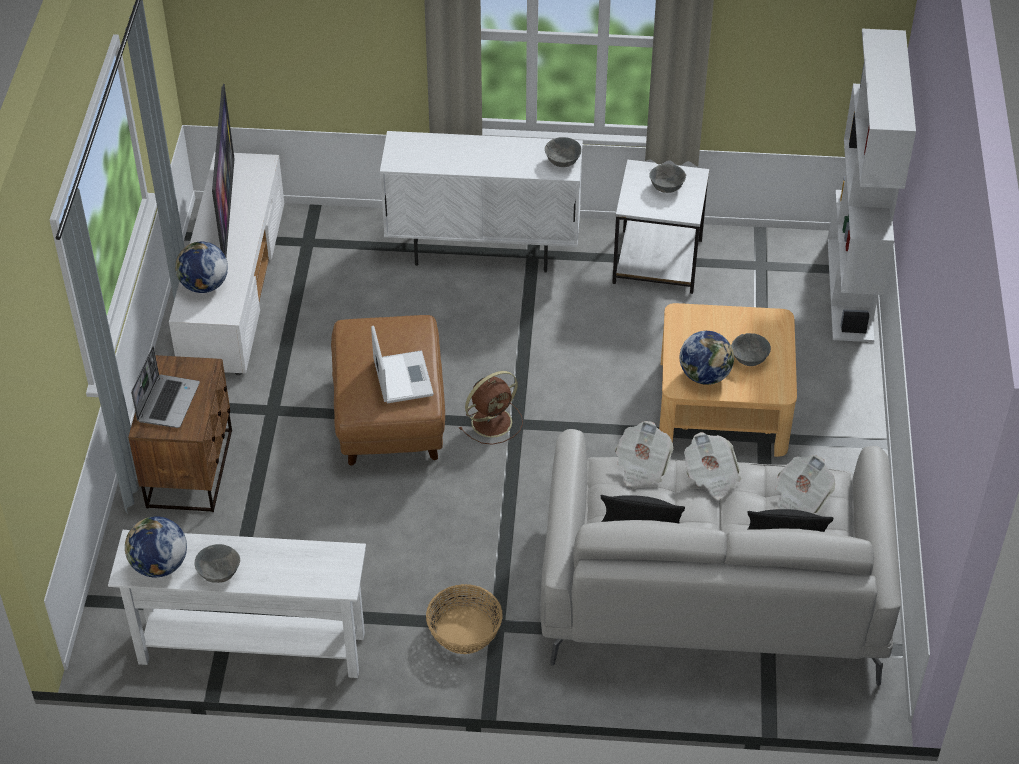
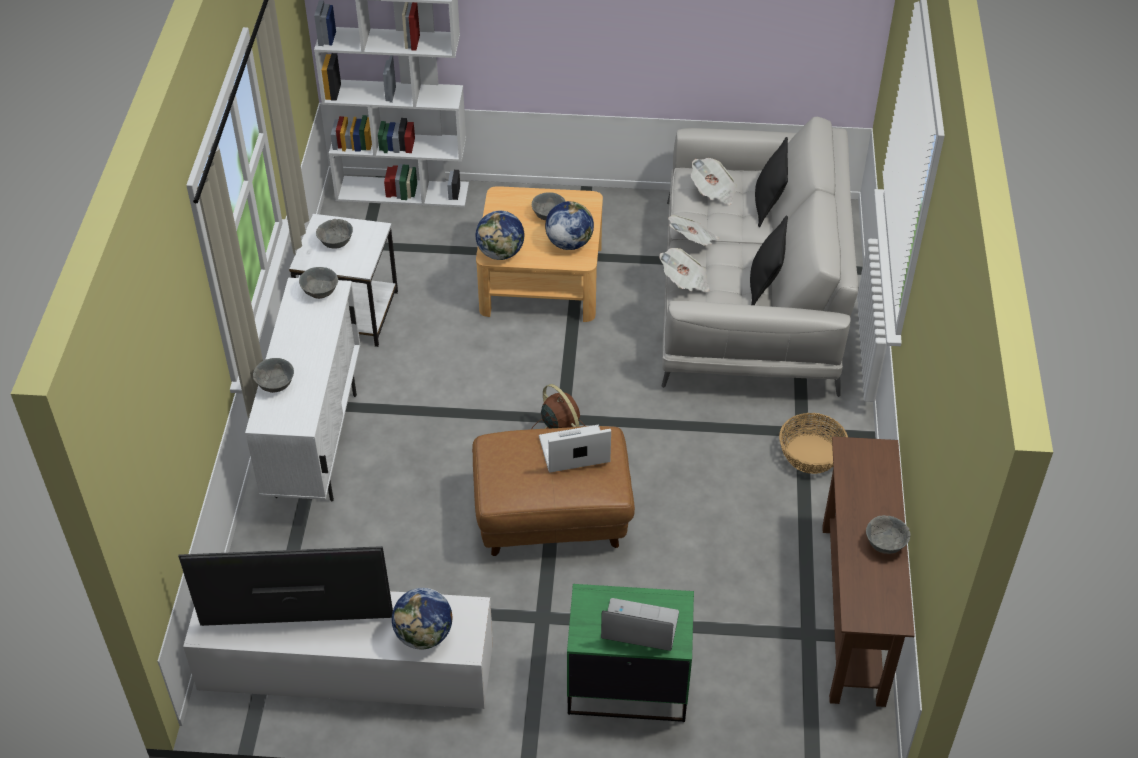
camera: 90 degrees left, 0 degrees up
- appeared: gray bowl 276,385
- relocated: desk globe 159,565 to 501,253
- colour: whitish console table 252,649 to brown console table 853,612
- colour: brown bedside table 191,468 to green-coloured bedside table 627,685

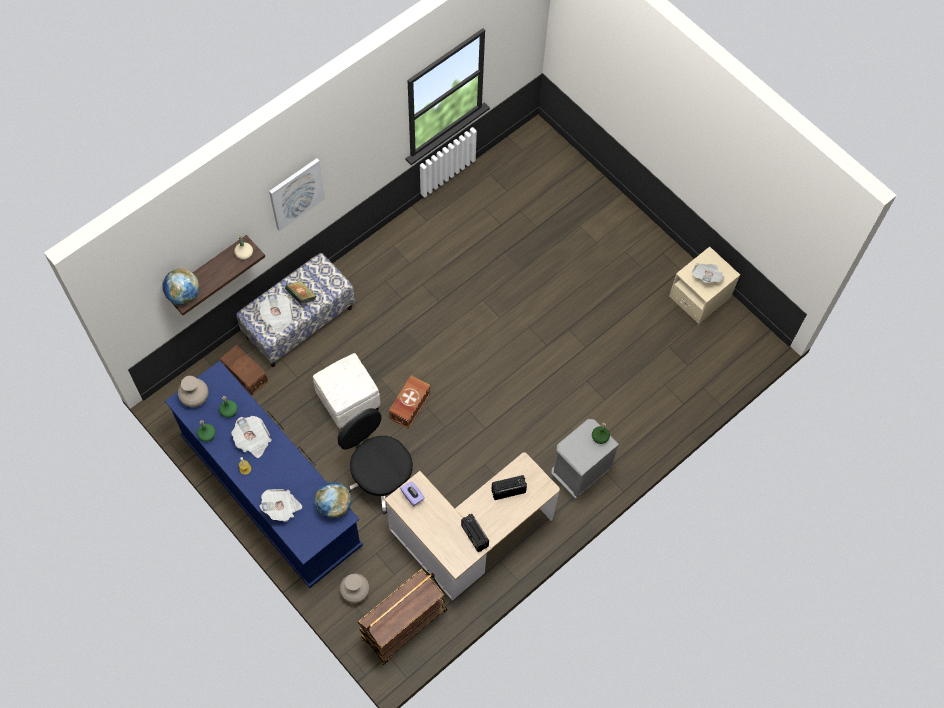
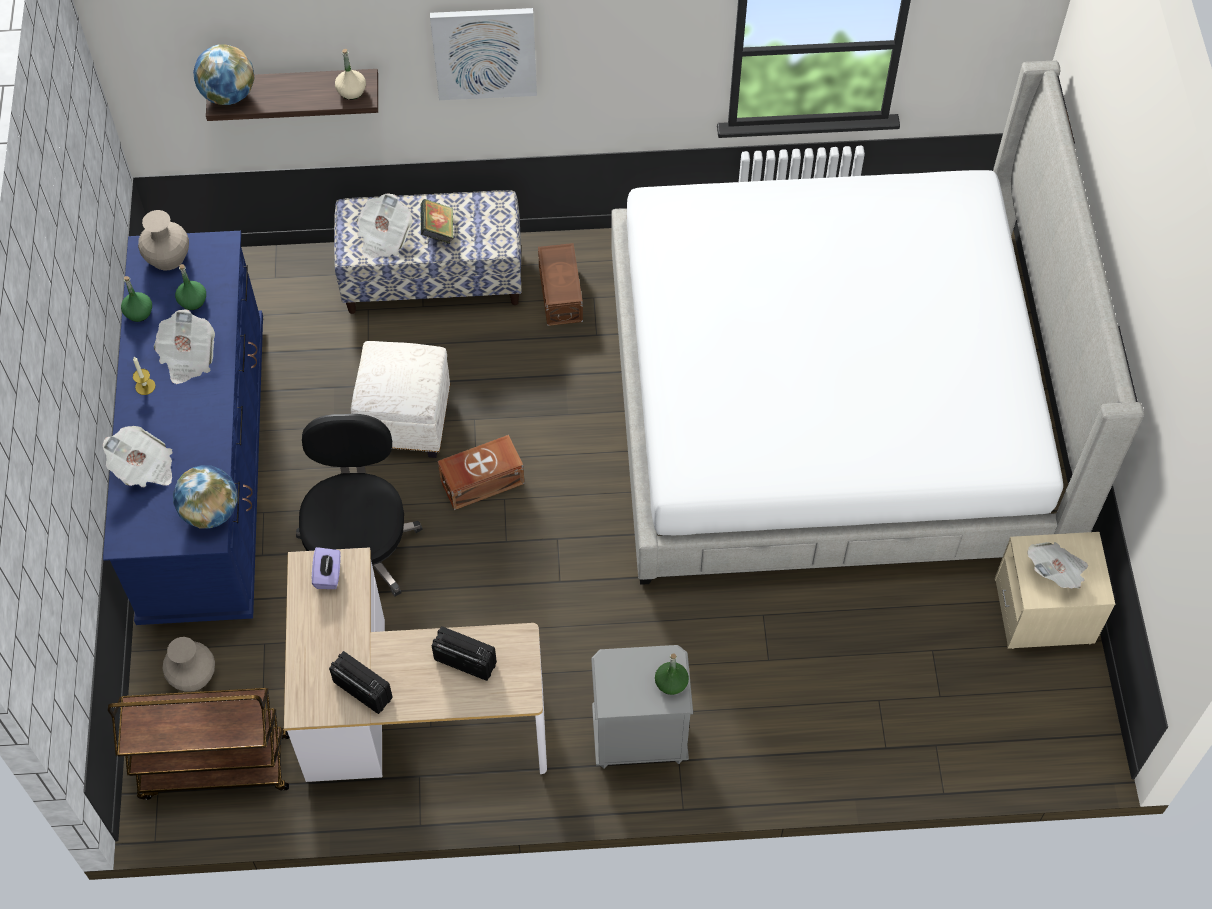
camera: 40 degrees right, 5 degrees down
- appeared: sleeping bed 833,402
- relocated: brown storage bin 245,373 to 561,293
- spun: radio receiver 474,536 = 362,690 120 degrees clockwise

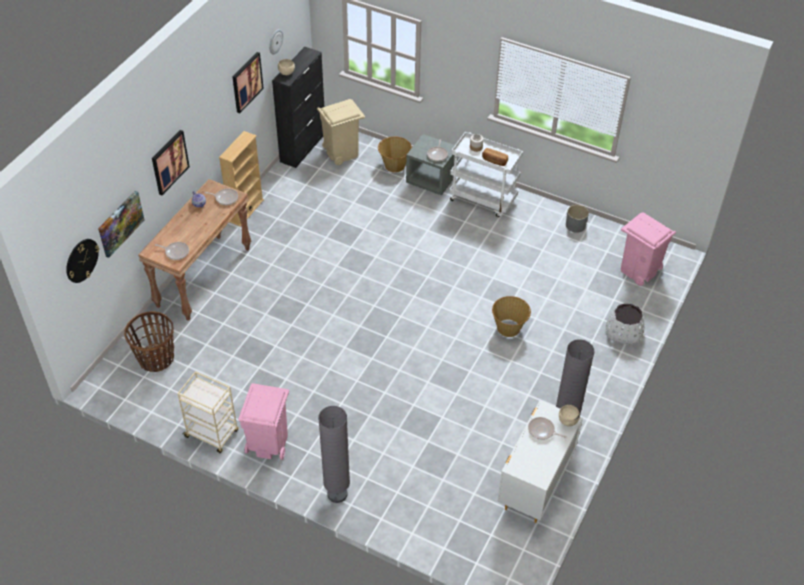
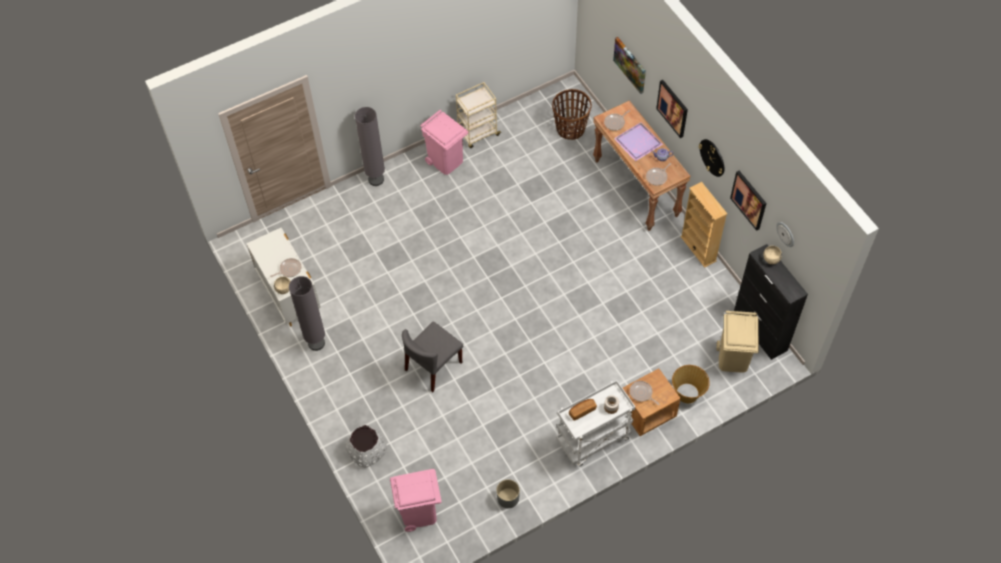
camera: 125 degrees right, 10 degrees up
- appeared: purple-coloured carrying tray 637,142
- relocated: hanging clock 81,260 to 712,157
- exchanged: household basket 509,328 to gray chair 433,366
- colour: gray bedside table 431,180 to brown bedside table 647,412

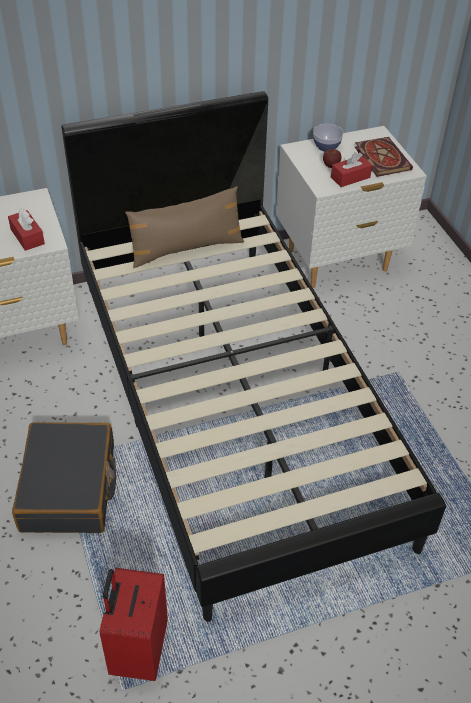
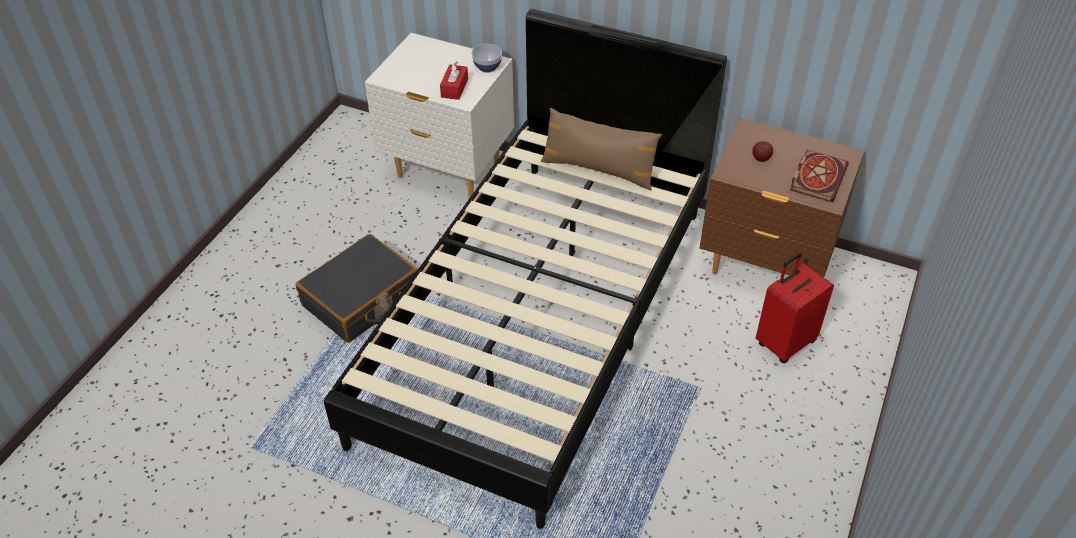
camera: 45 degrees right, 0 degrees up
- missing: red tissue holder 350,177
- relocated: red suitcase 137,650 to 784,342
- relocated: bowl 326,147 to 487,67
- colour: whitish bedside table 338,261 to brown bedside table 765,265

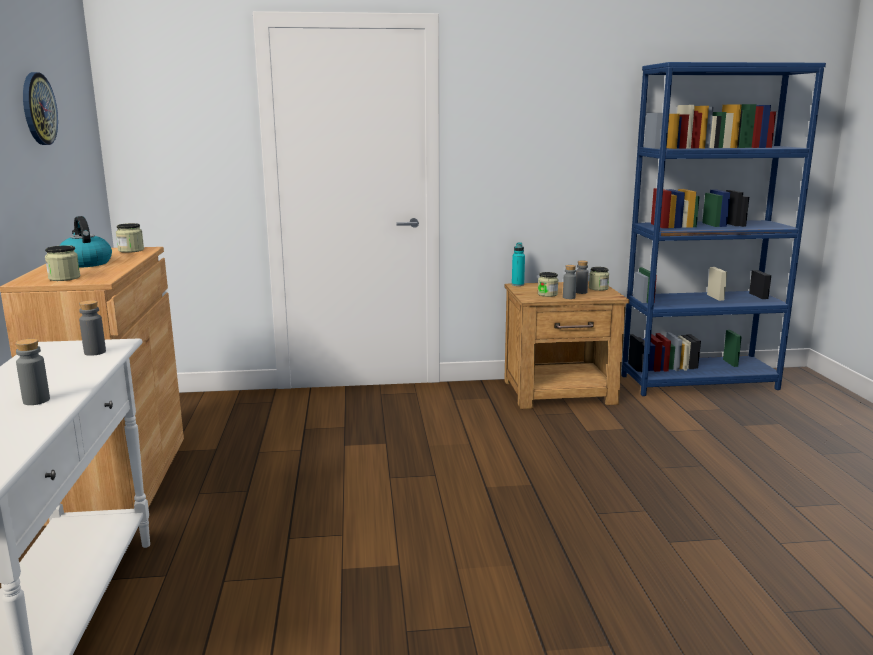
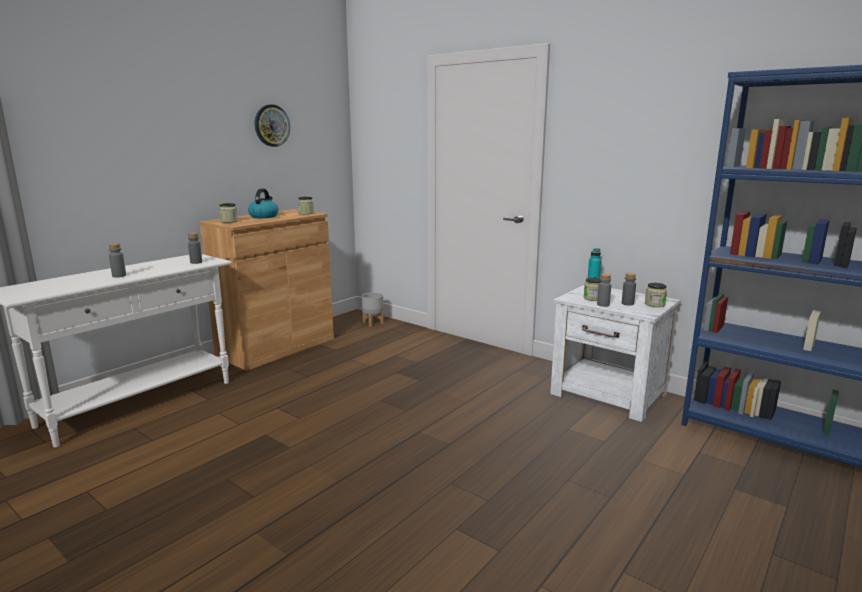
camera: 45 degrees right, 0 degrees up
- appeared: gray plant pot 373,323
- colour: brown bedside table 561,393 to whitish bedside table 609,395

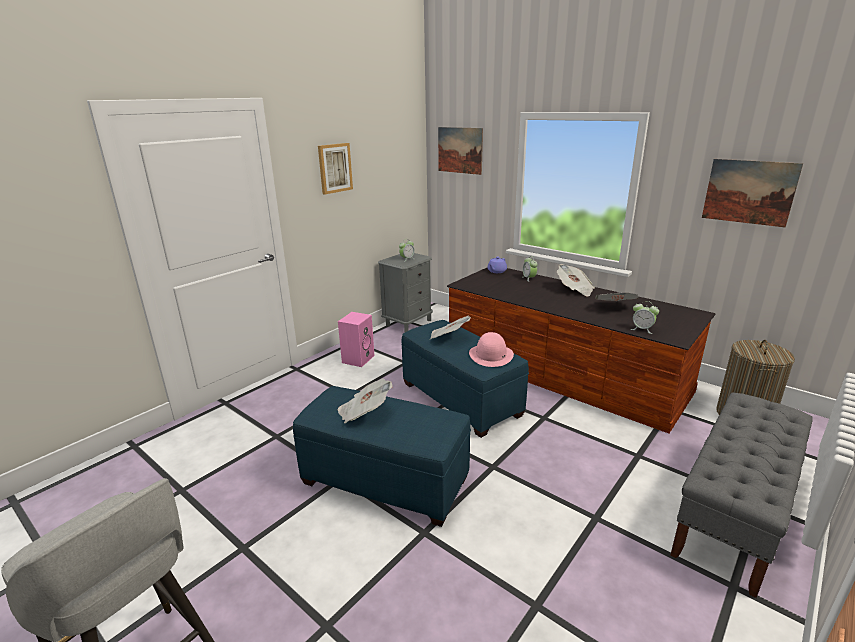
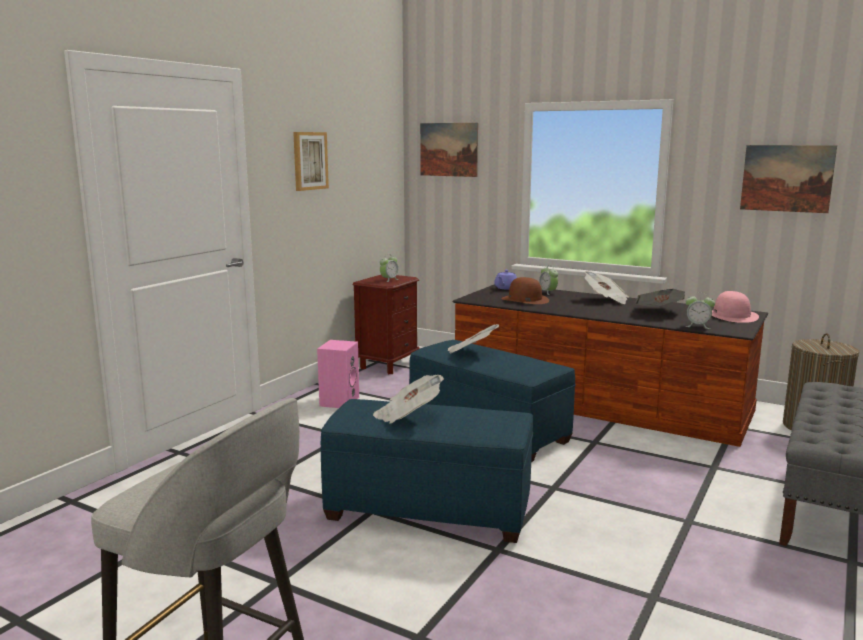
camera: 10 degrees left, 10 degrees down
- appeared: brown clothing hat 524,299
- relocated: pink-coloured clothing hat 491,355 to 731,316
- colour: gray bedside table 408,322 to brown bedside table 388,364

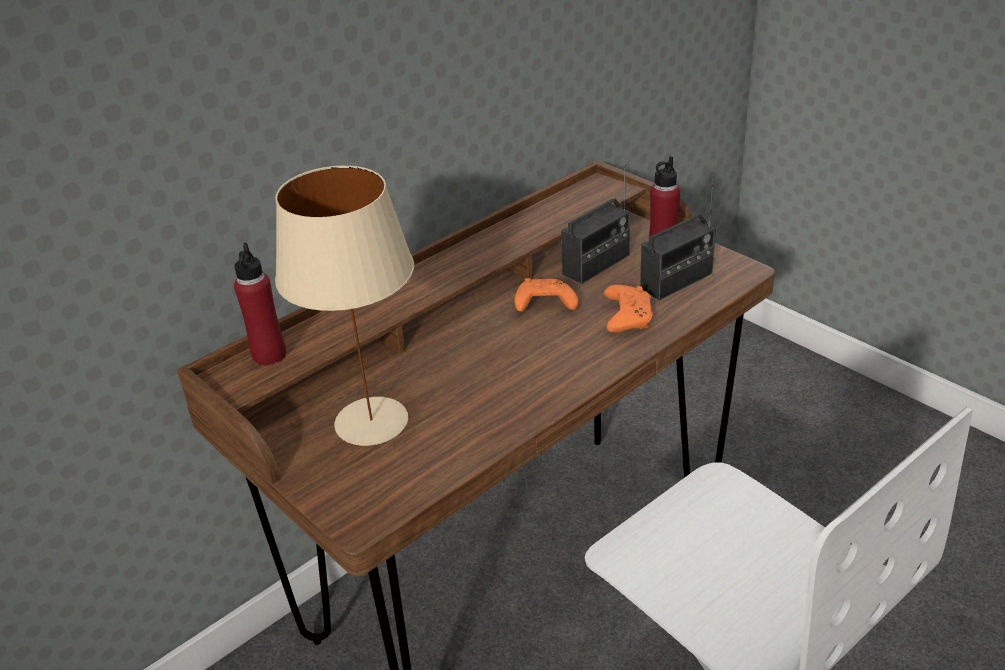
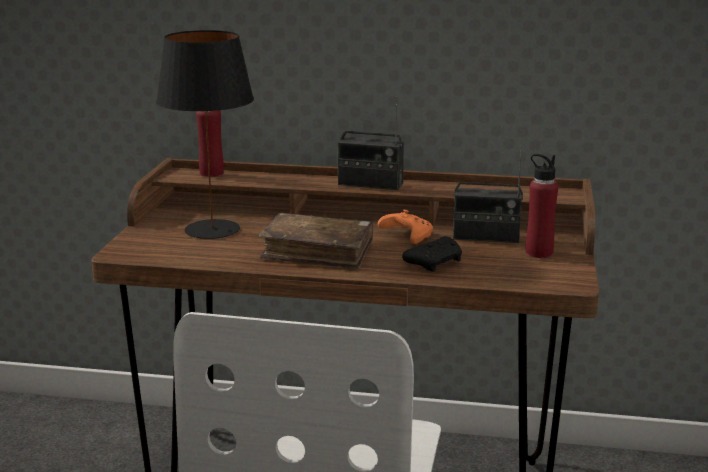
camera: 50 degrees right, 15 degrees down
- appeared: brown bound book 318,252
- relocated: radio receiver 676,281 to 370,184
- colour: sand-coloured lamp for a table 370,422 to blackish lamp for a table 211,229
- colour: orange-coloured gamepad 627,317 to blackish gamepad 435,262

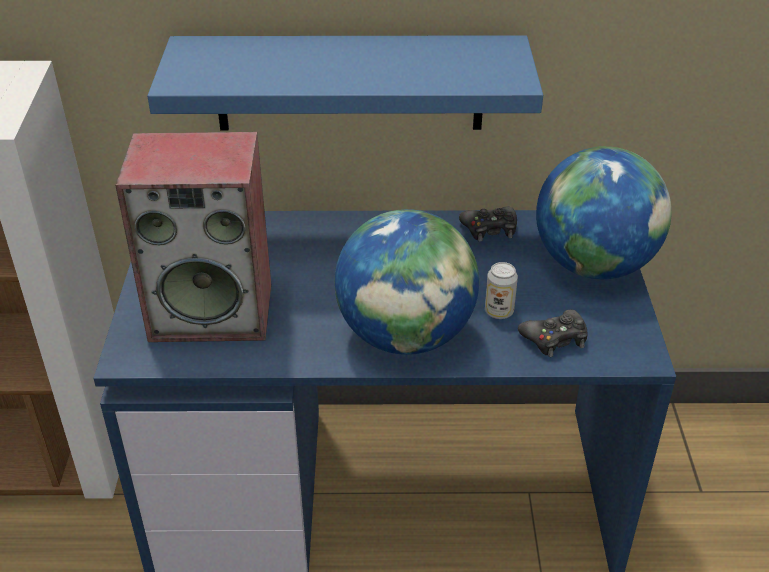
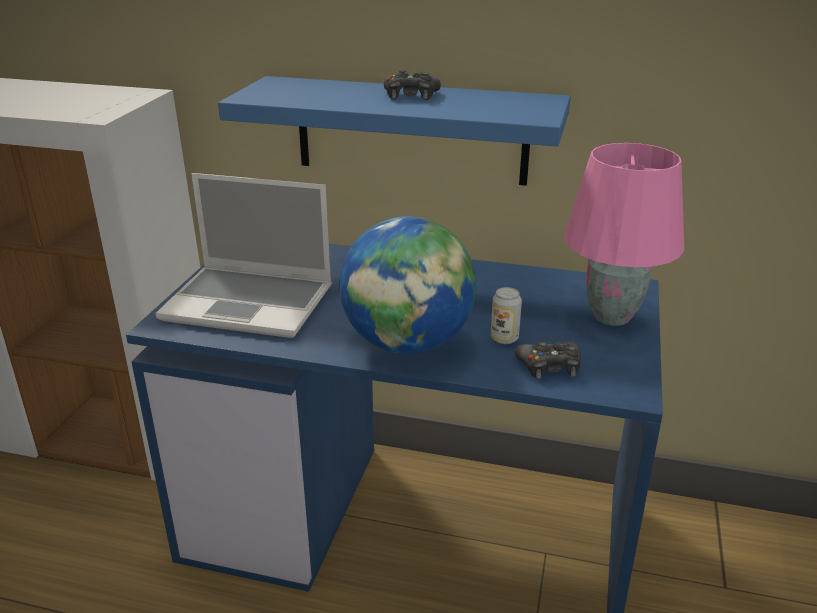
camera: 15 degrees right, 10 degrees down
- relocated: blackish gamepad 489,229 to 411,95
- exchanged: loudspeaker 214,310 to laptop 251,303
- exchanged: desk globe 593,265 to pink-coloured lamp for a table 613,316

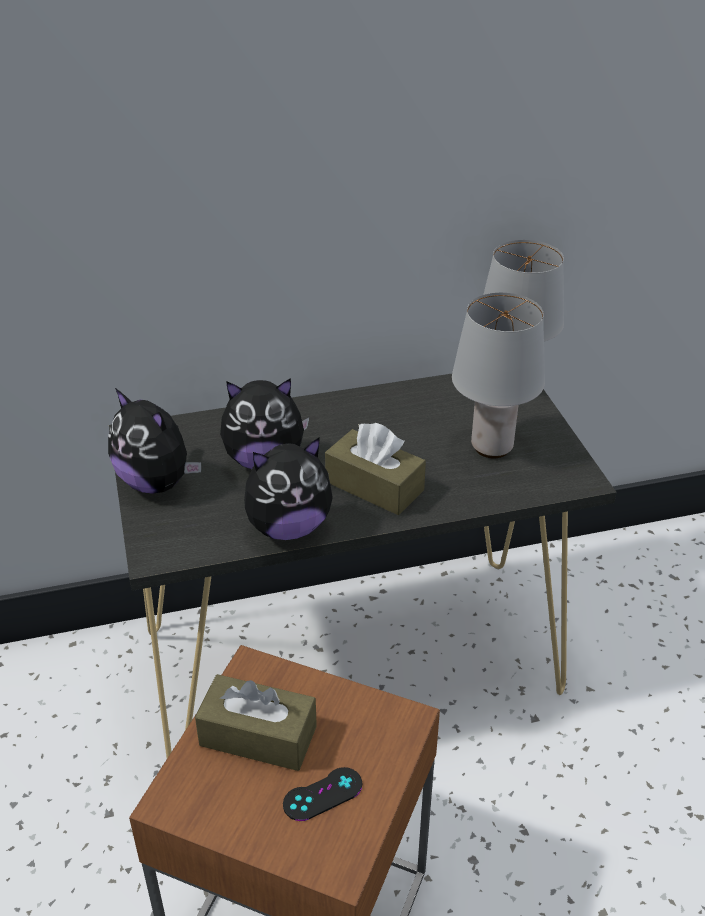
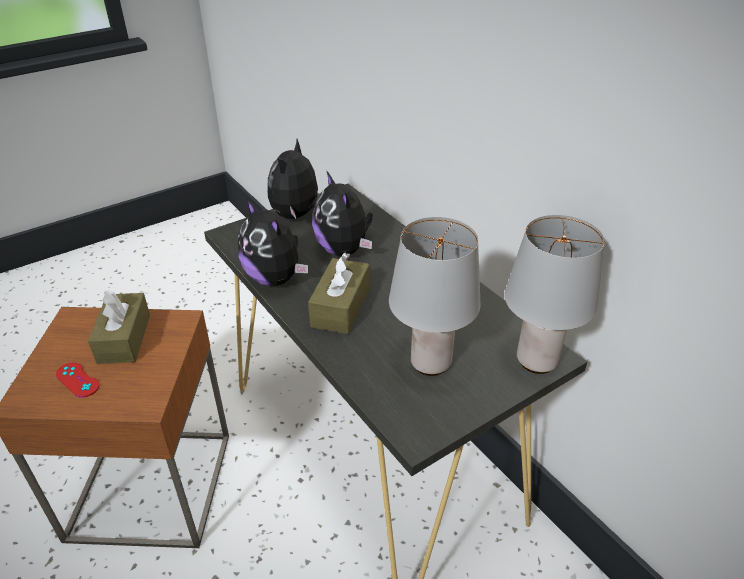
camera: 70 degrees right, 0 degrees up
- colour: blackish gamepad 322,794 to red gamepad 77,380

